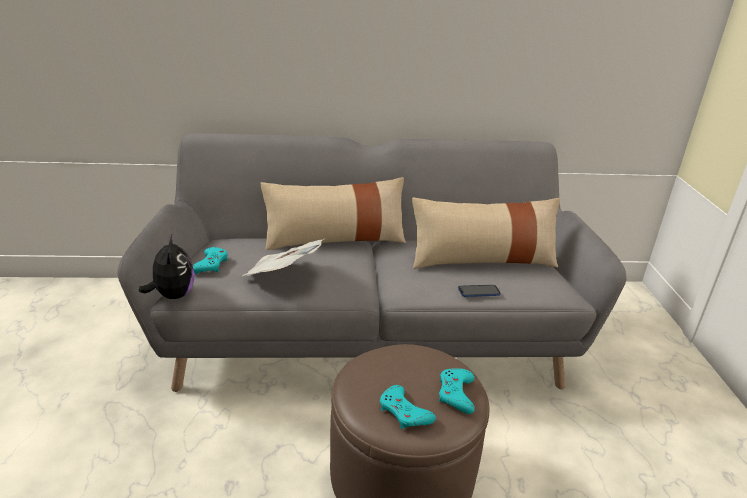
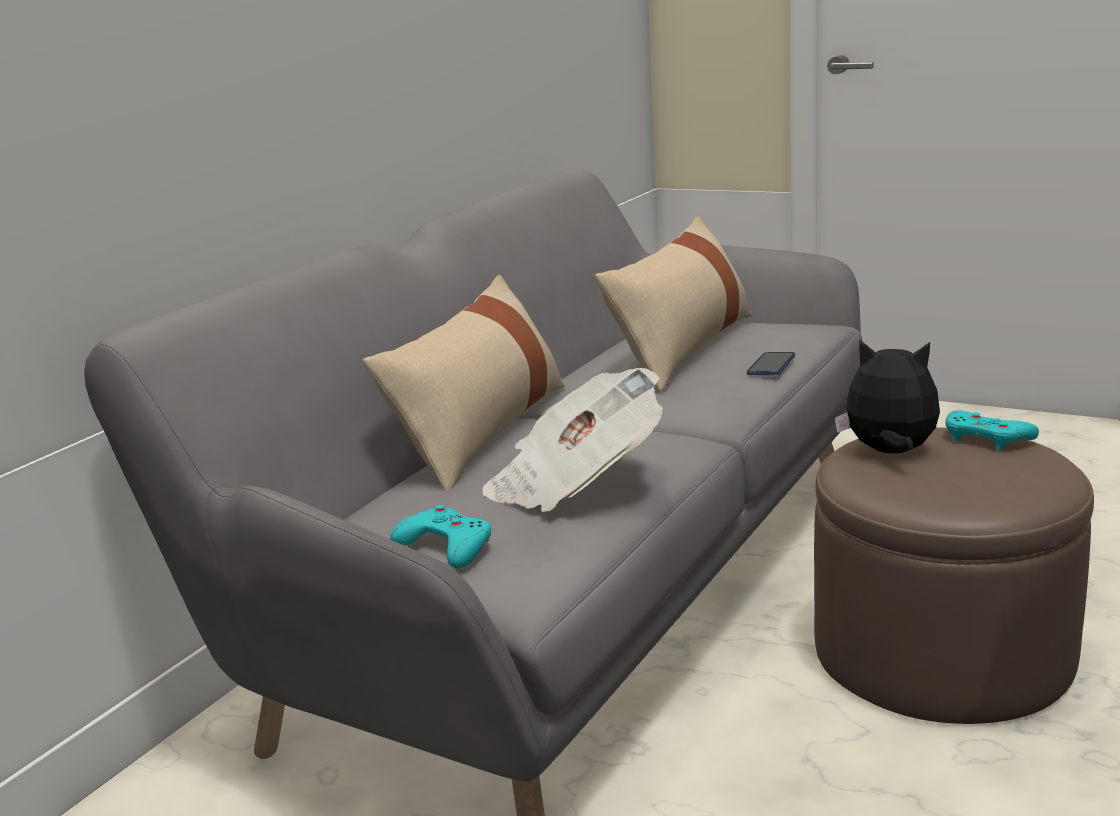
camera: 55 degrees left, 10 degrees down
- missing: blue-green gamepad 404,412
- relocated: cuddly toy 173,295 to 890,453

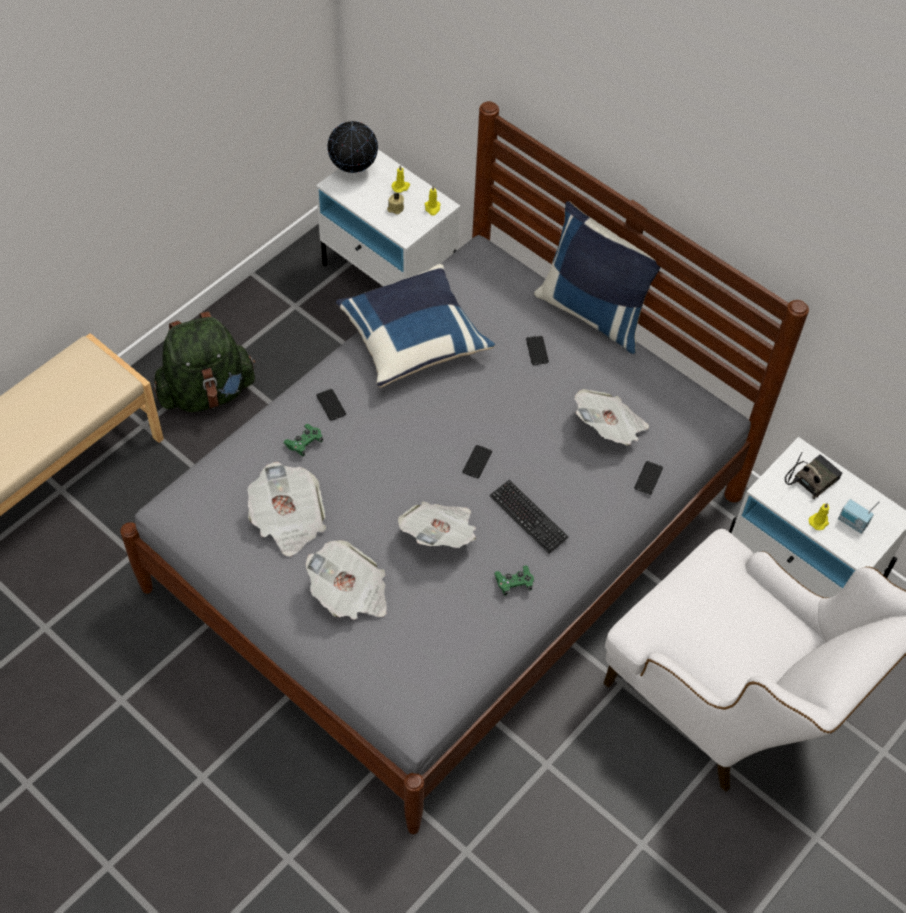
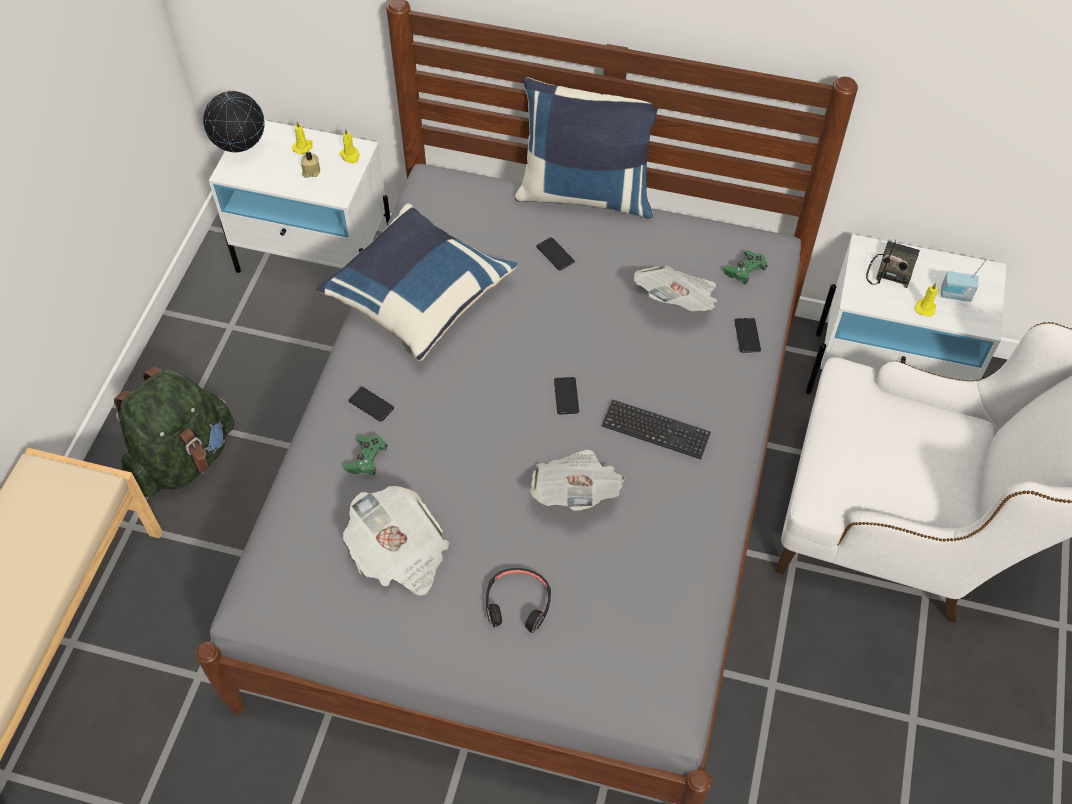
camera: 25 degrees left, 0 degrees up
- relocated: green-coloured gamepad 514,583 to 744,271
- exchanged: daily paper 350,593 to blackish headset 518,603

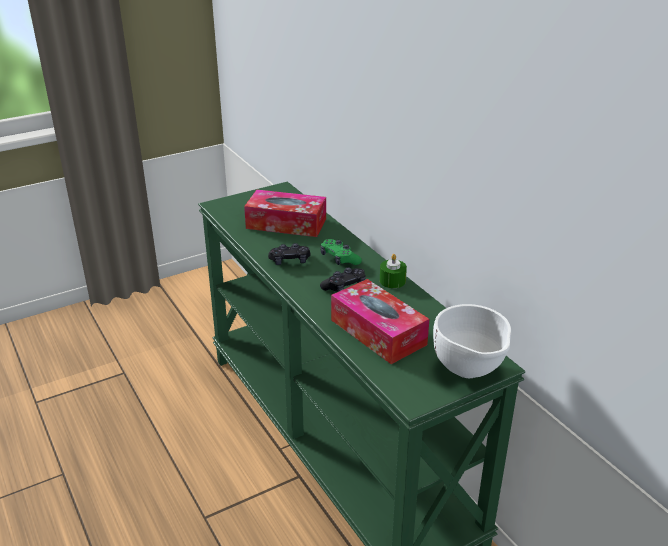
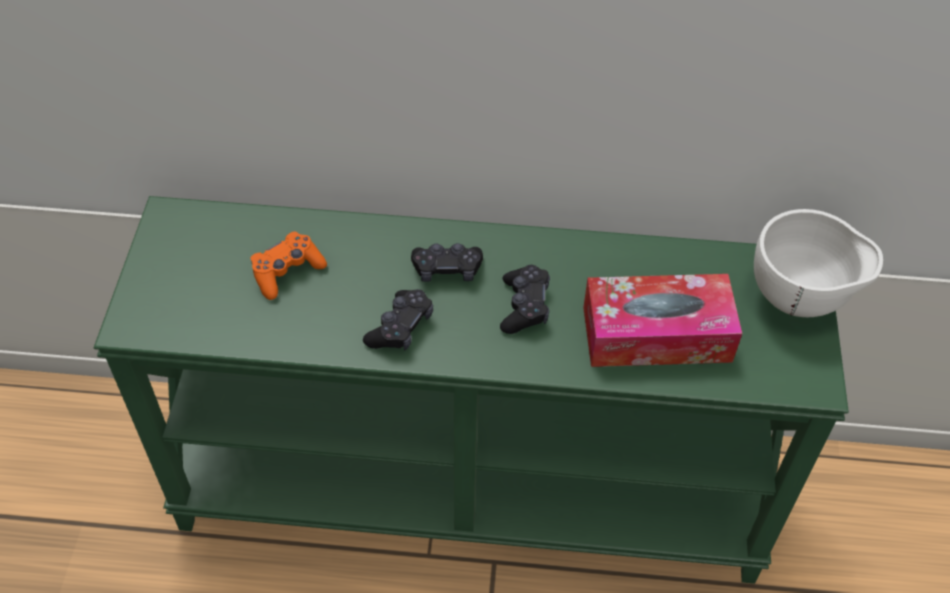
camera: 55 degrees left, 20 degrees up
- missing: green-coloured candle 392,281
- exchanged: tissue holder 286,223 to orange-coloured gamepad 287,272
- colour: green-coloured gamepad 339,259 to blackish gamepad 447,269

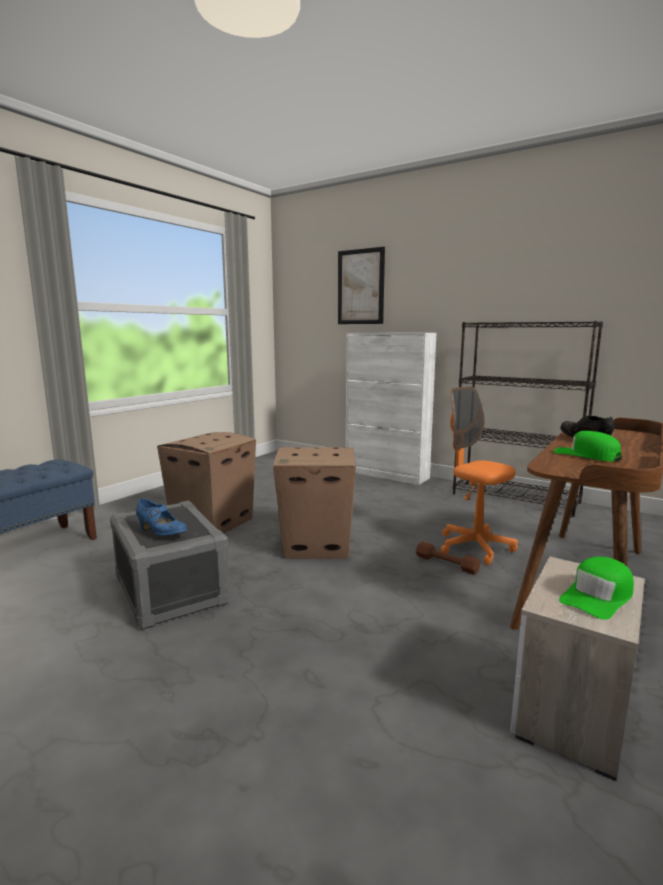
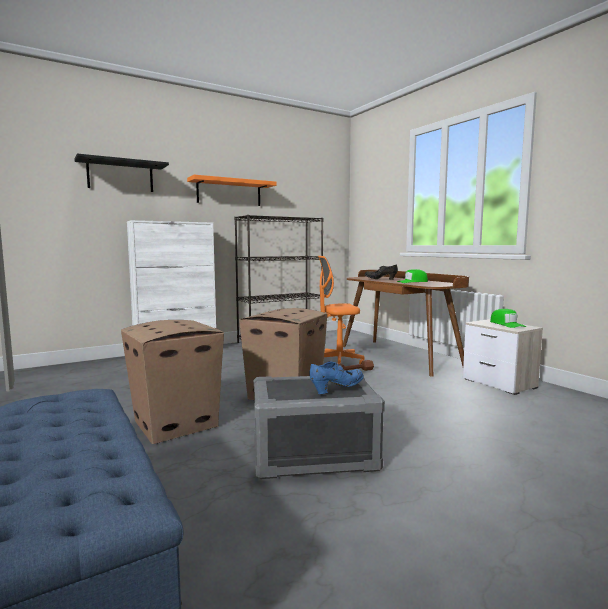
camera: 65 degrees left, 5 degrees down
- appeared: orange-coloured shelf 229,192
- exchanged: wall picture 360,287 to blackish shelf 120,176

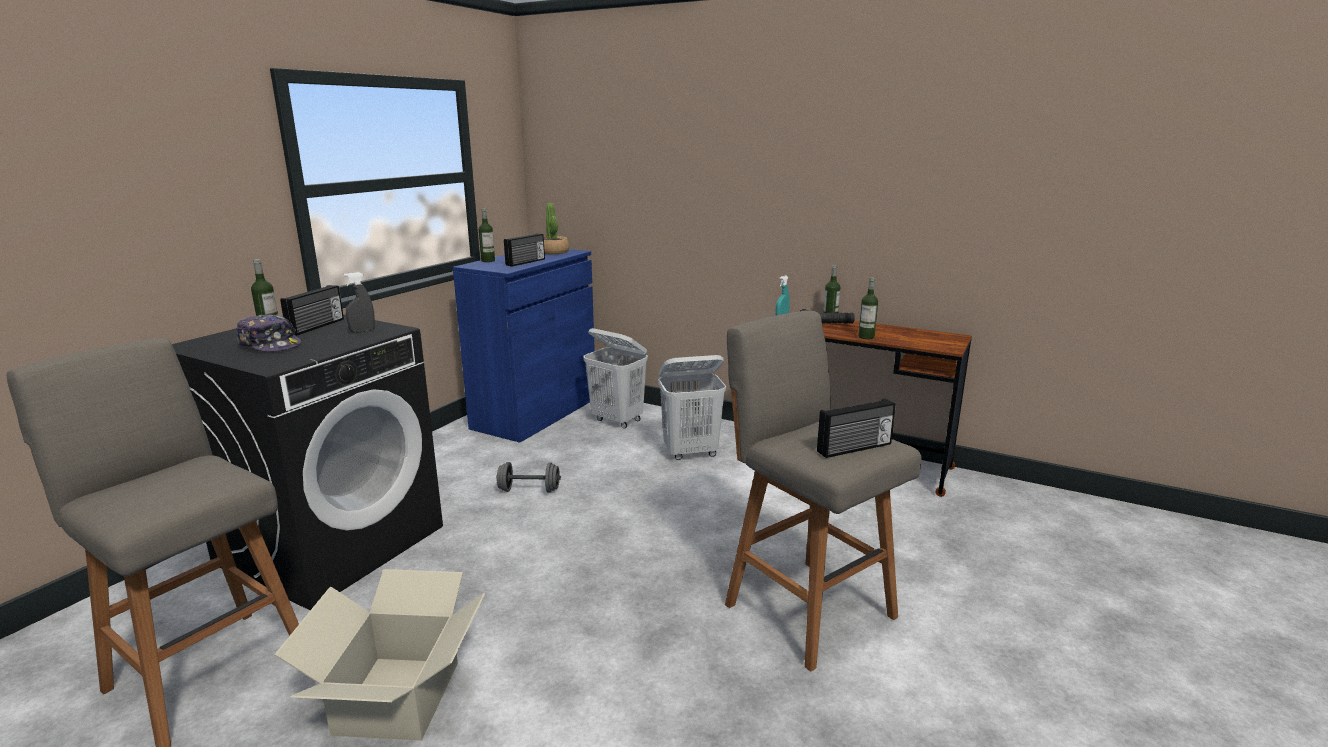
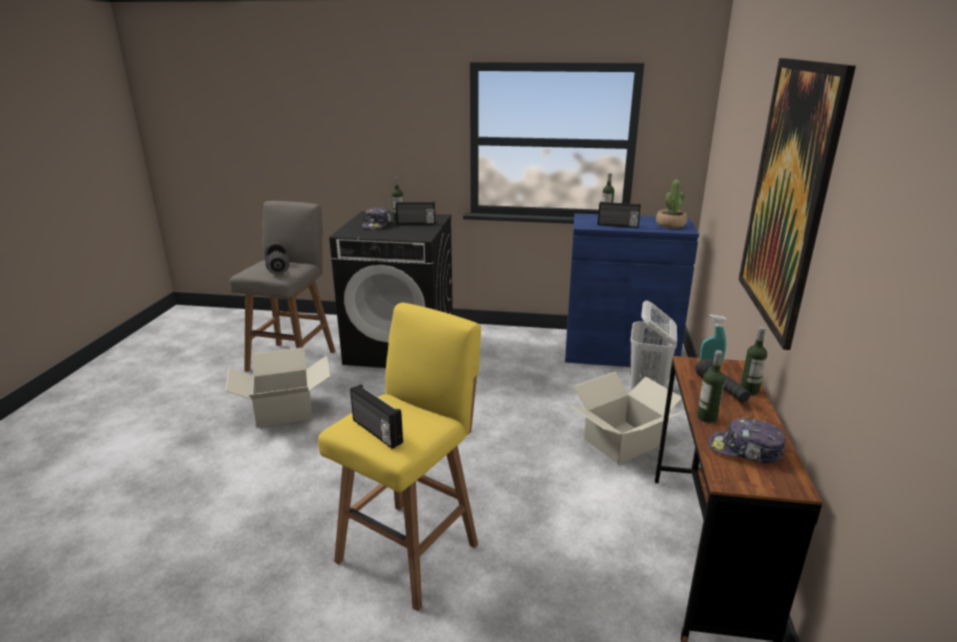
camera: 70 degrees right, 5 degrees up
- missing: gray hand sprayer 362,331
- appeared: peaked cap 745,450
- appeared: wall picture 787,196
- relocated: gray free weight 529,490 to 278,268
- exchanged: whitish washing basket 691,453 to cardboard box 622,442
- colour: gray sitting stool 805,607 to yellow sitting stool 411,549

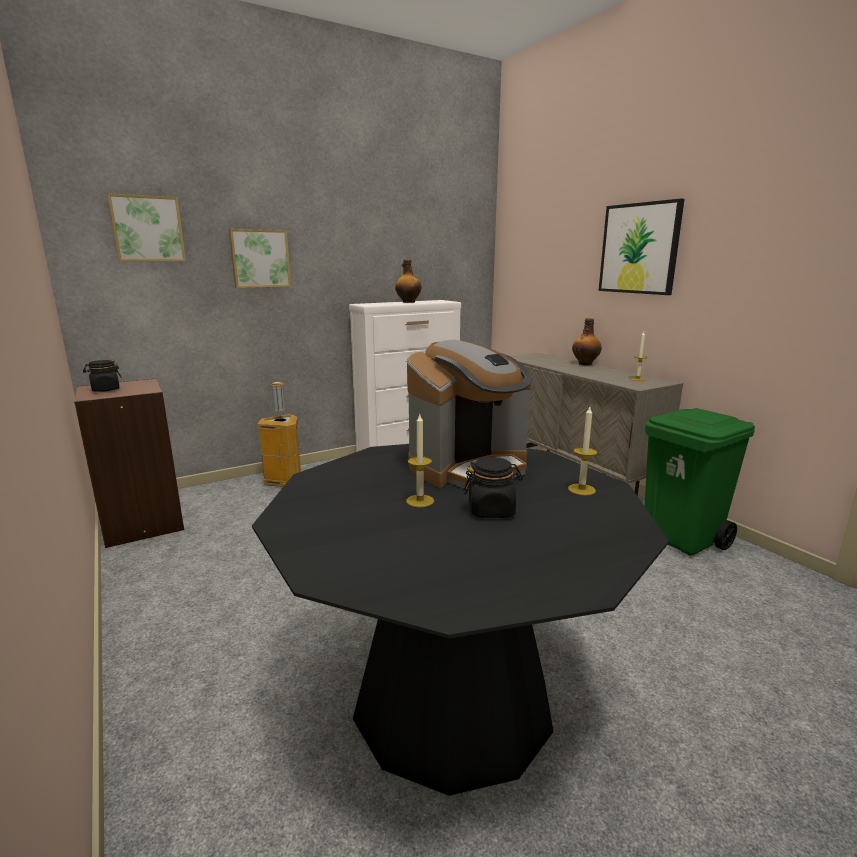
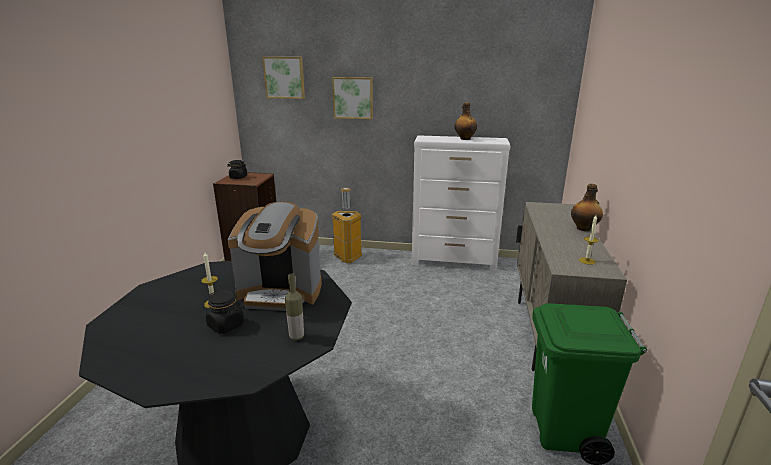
camera: 40 degrees right, 5 degrees up
- missing: wall picture 639,248
- exchanged: candle 581,489 to bottle 296,337

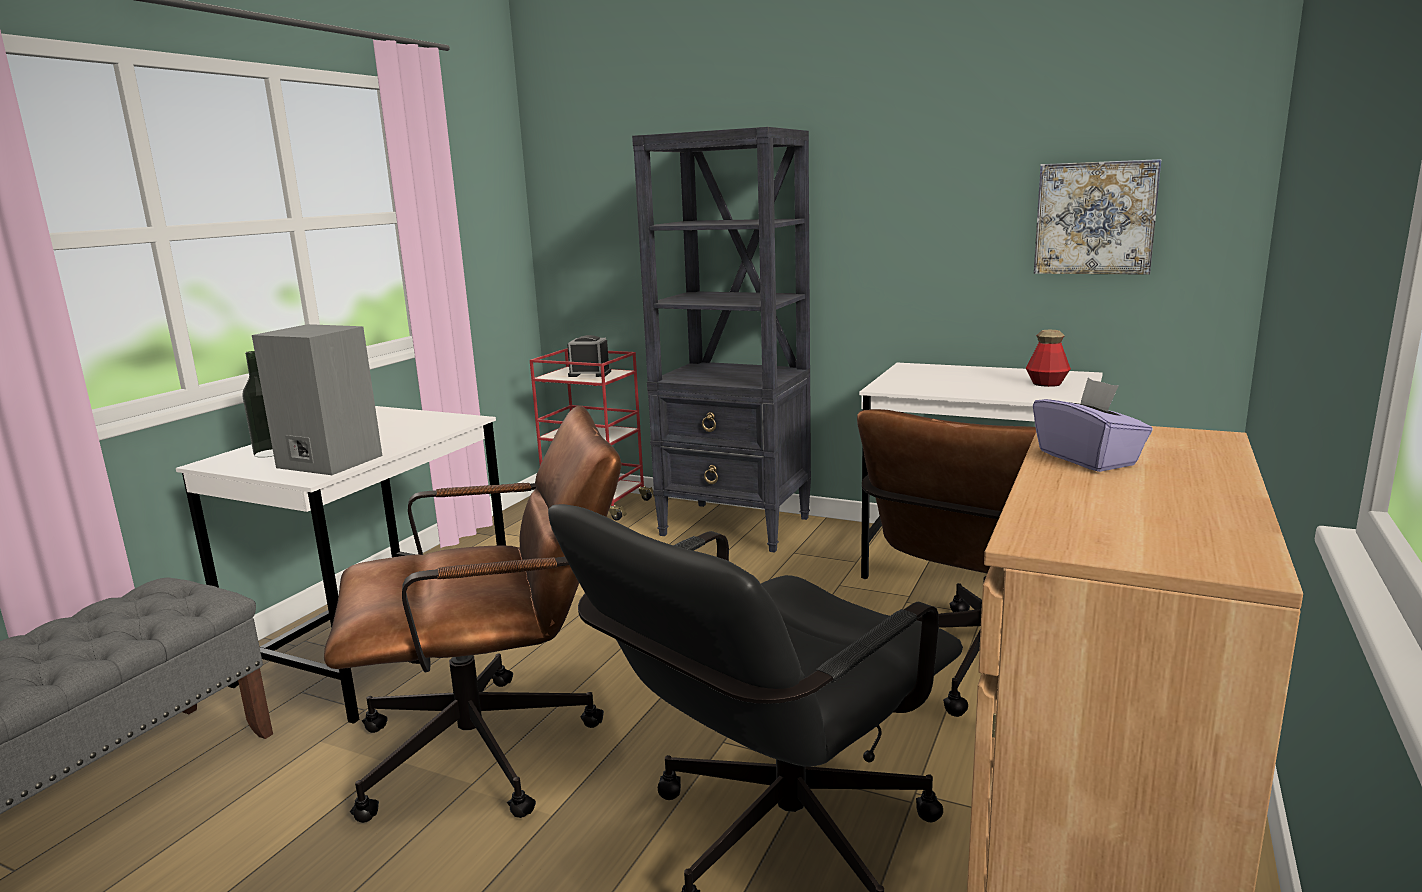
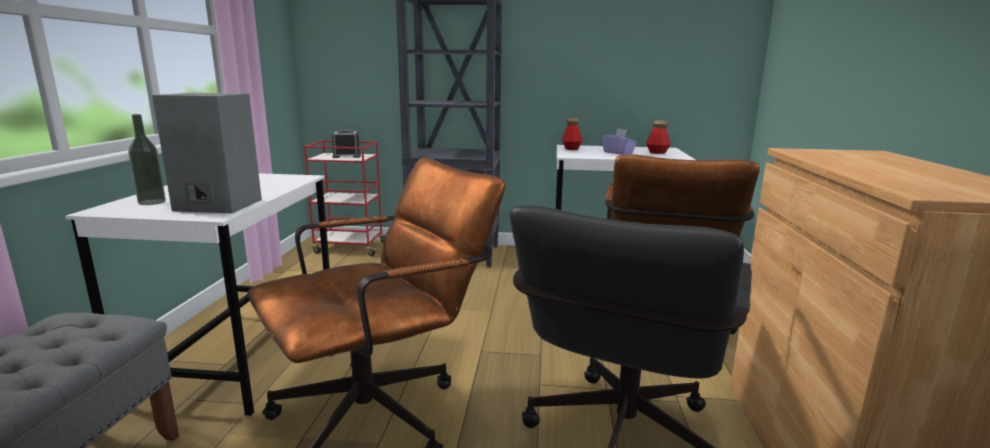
camera: 20 degrees left, 0 degrees up
- missing: wall picture 1095,218
- appeared: bottle 571,149
- relocated: purple-coloured tissue holder 1087,458 to 618,153

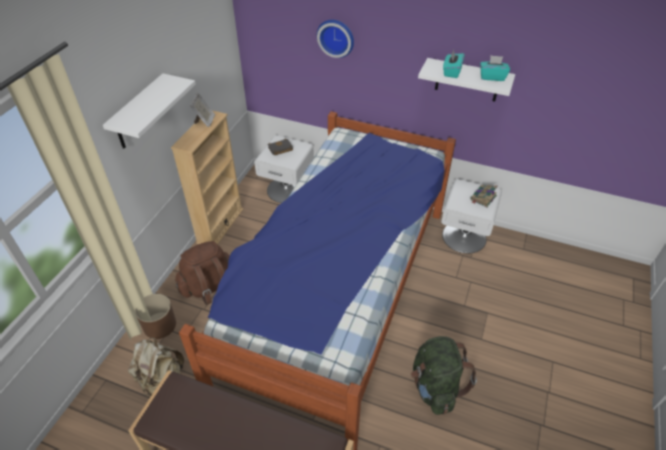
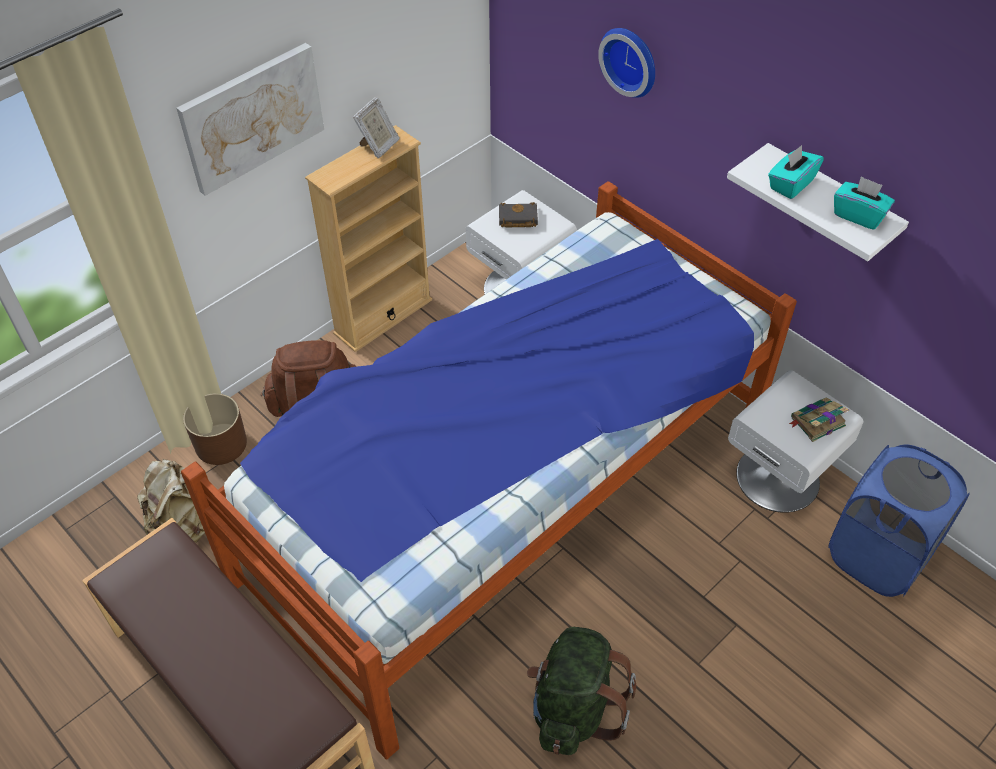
camera: 25 degrees right, 5 degrees up
- appeared: bluish washing basket 878,556
- exchanged: whitish shelf 139,113 to wall picture 252,117

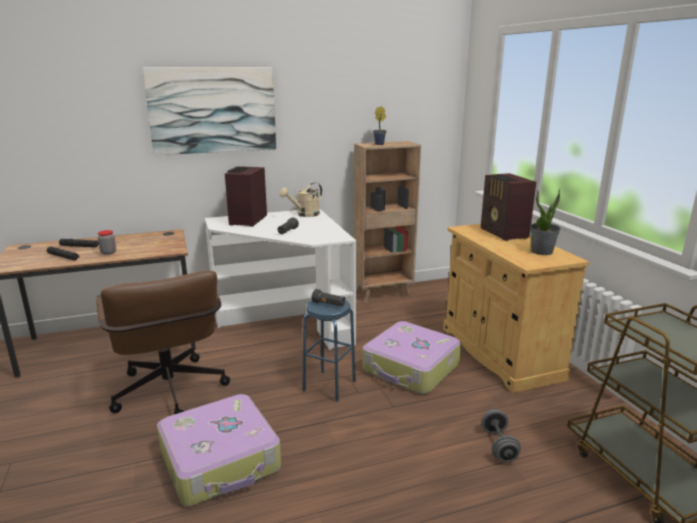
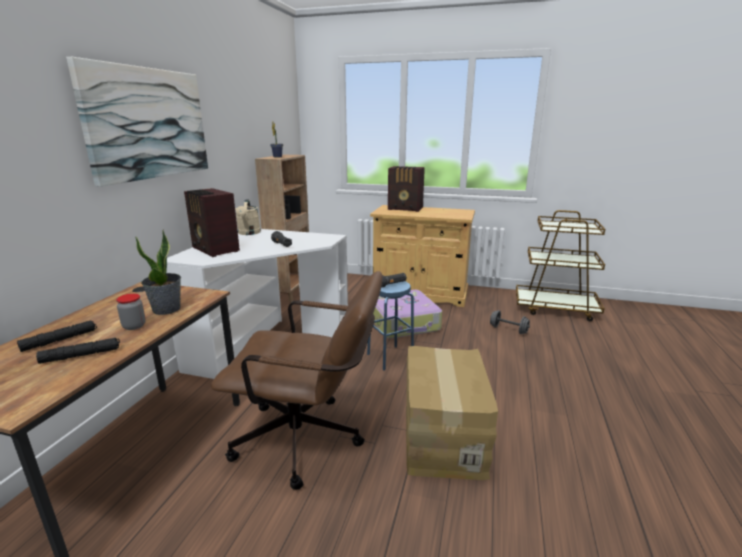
camera: 55 degrees left, 0 degrees up
- relocated: houseplant 542,251 to 167,309
- exchanged: suitcase 221,460 to cardboard box 441,436

